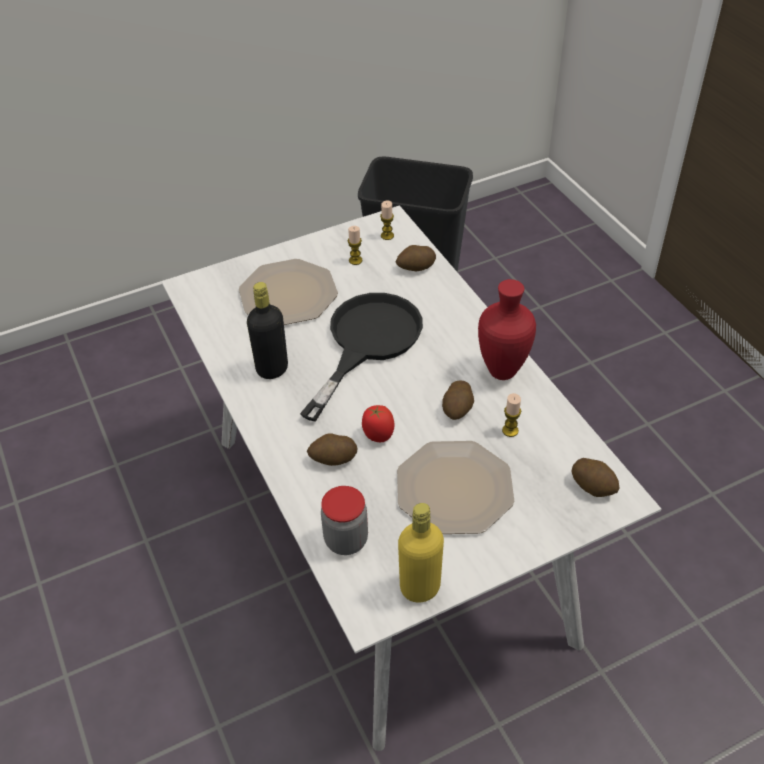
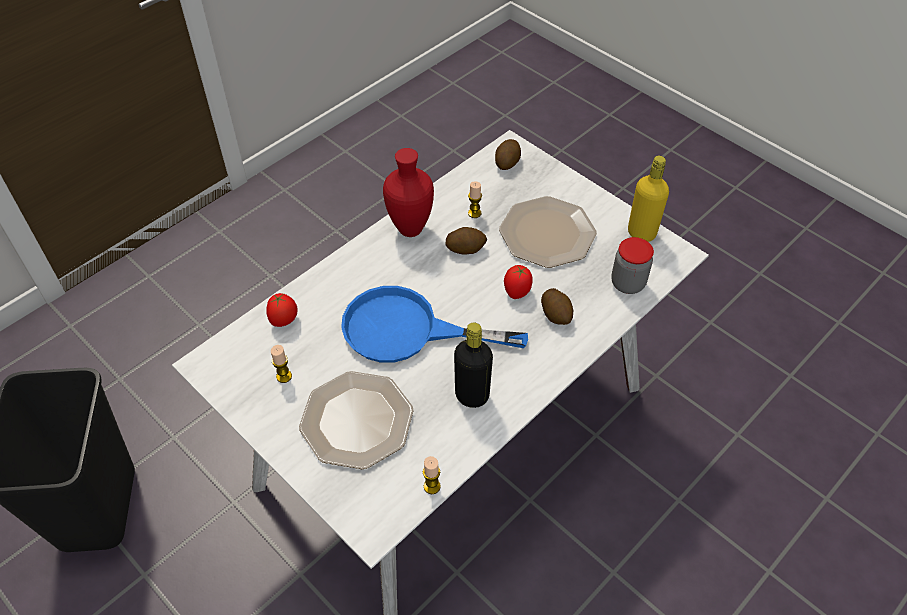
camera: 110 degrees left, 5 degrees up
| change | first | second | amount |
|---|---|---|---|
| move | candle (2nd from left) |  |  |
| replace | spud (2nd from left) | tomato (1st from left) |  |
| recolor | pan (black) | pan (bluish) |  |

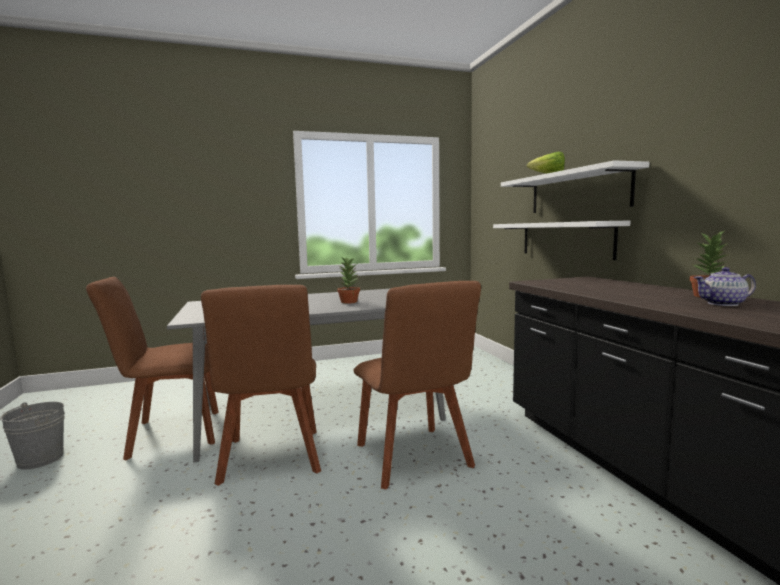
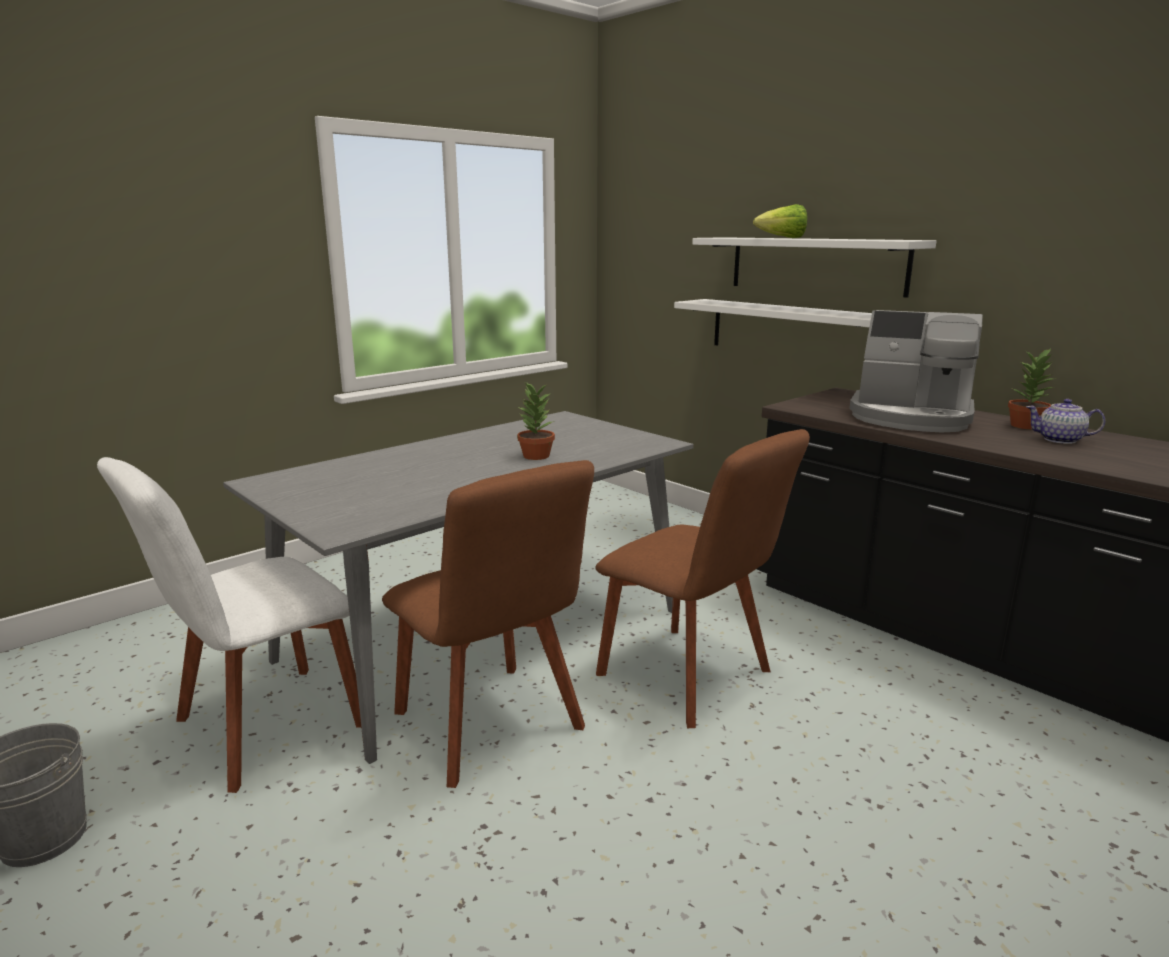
camera: 25 degrees left, 10 degrees up
| change | first | second | amount |
|---|---|---|---|
| rotate | teapot |  | 45 degrees clockwise |
| recolor | plain chair (brown) (1st from left) | plain chair (white-coloured) |  |
| insert |  | coffee maker |  |

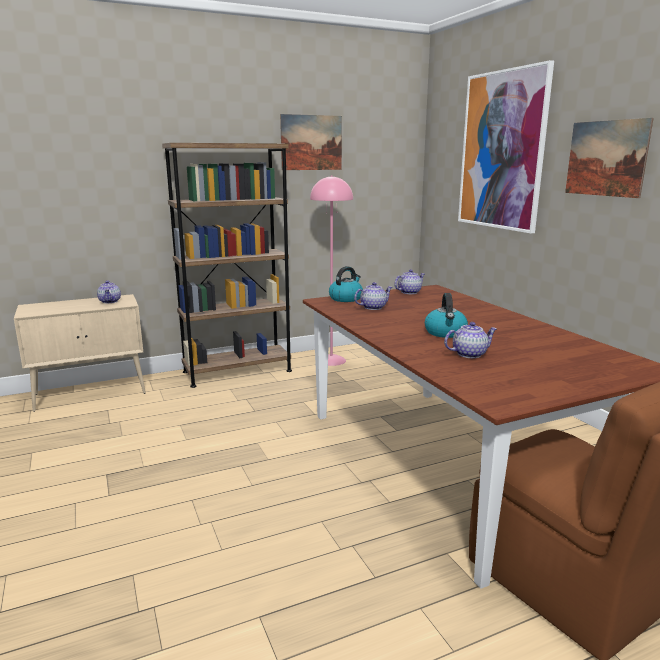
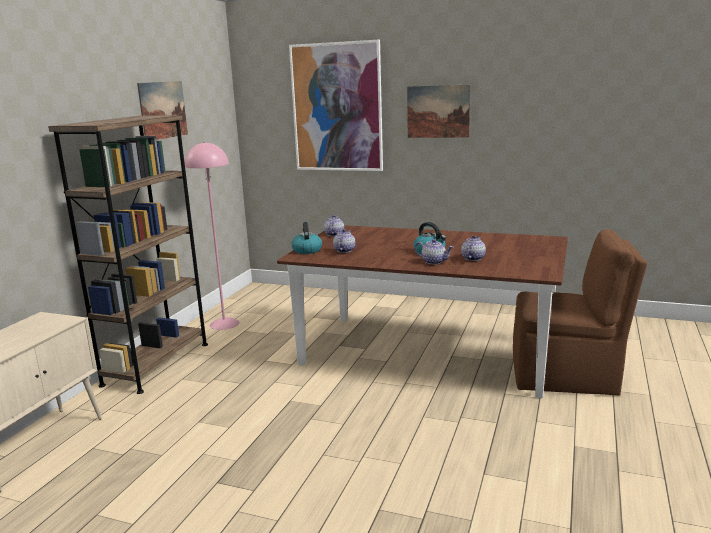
camera: 45 degrees left, 0 degrees up
| change | first | second | amount |
|---|---|---|---|
| move | teapot (1st from left in the first image) | teapot (3rd from left) |  |

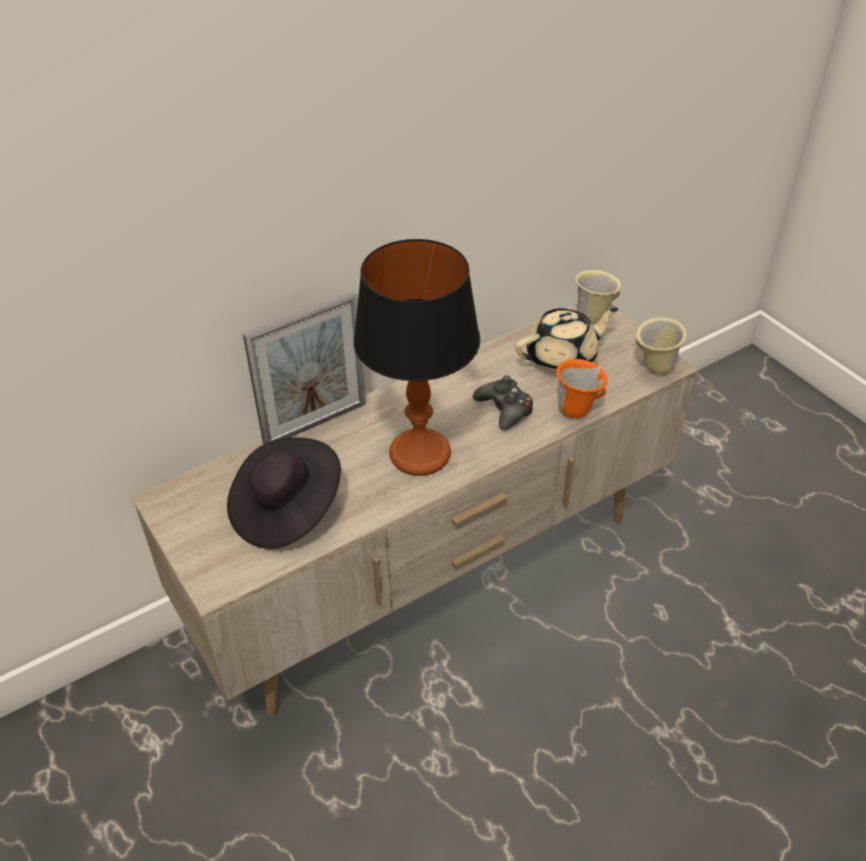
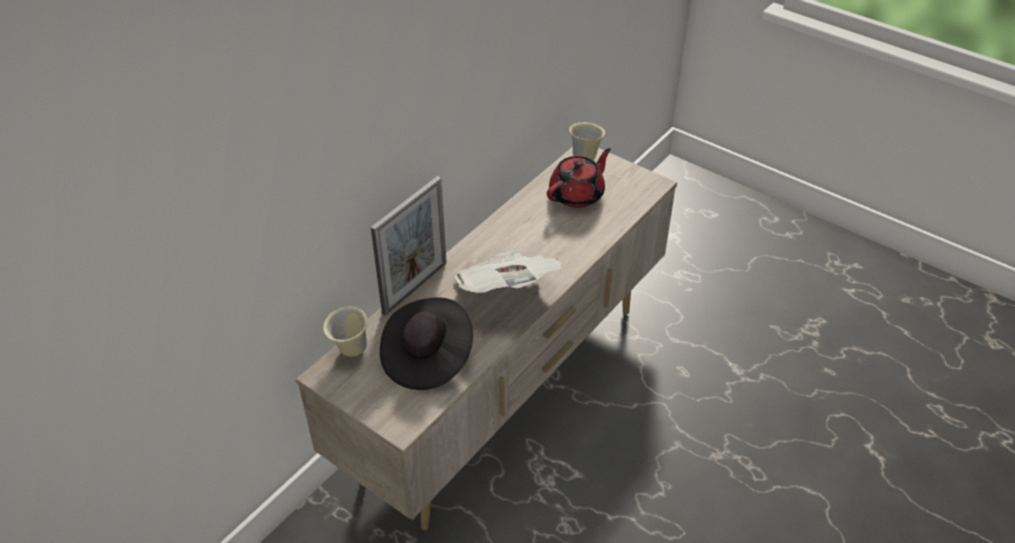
camera: 20 degrees left, 0 degrees up
| change | first | second | amount |
|---|---|---|---|
| replace | lamp for a table | daily paper |  |
| recolor | teapot (beige) | teapot (red-coloured) |  |
| move | coffee mug (beige) (2nd from left in the first image) | coffee mug (beige) (1st from left) |  |
| delete | coffee mug (orangey) |  |  |
| delete | gamepad (black) |  |  |

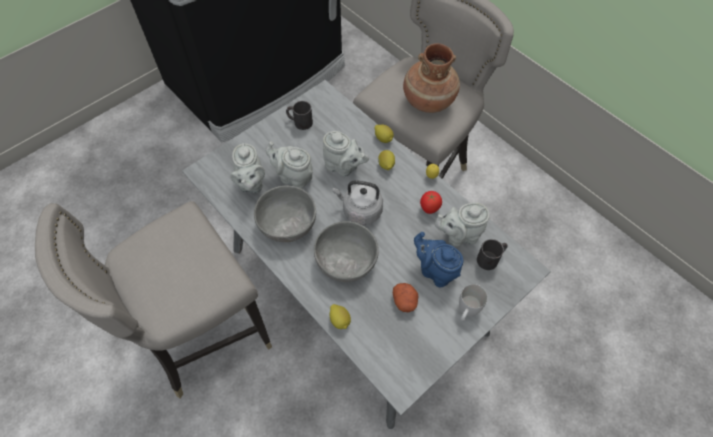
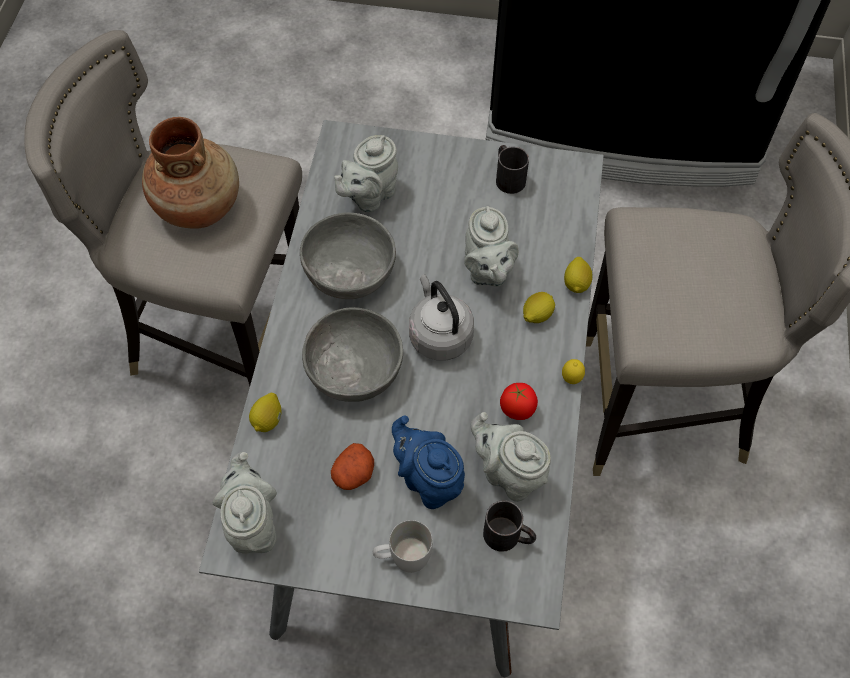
camera: 50 degrees right, 0 degrees up
| change | first | second | amount |
|---|---|---|---|
| move | vase (brown) |  |  |
| move | teapot (gray) (2nd from left in the first image) | teapot (gray) (1st from left) |  |
| rotate | teapot (bluish) |  | 45 degrees counterclockwise |

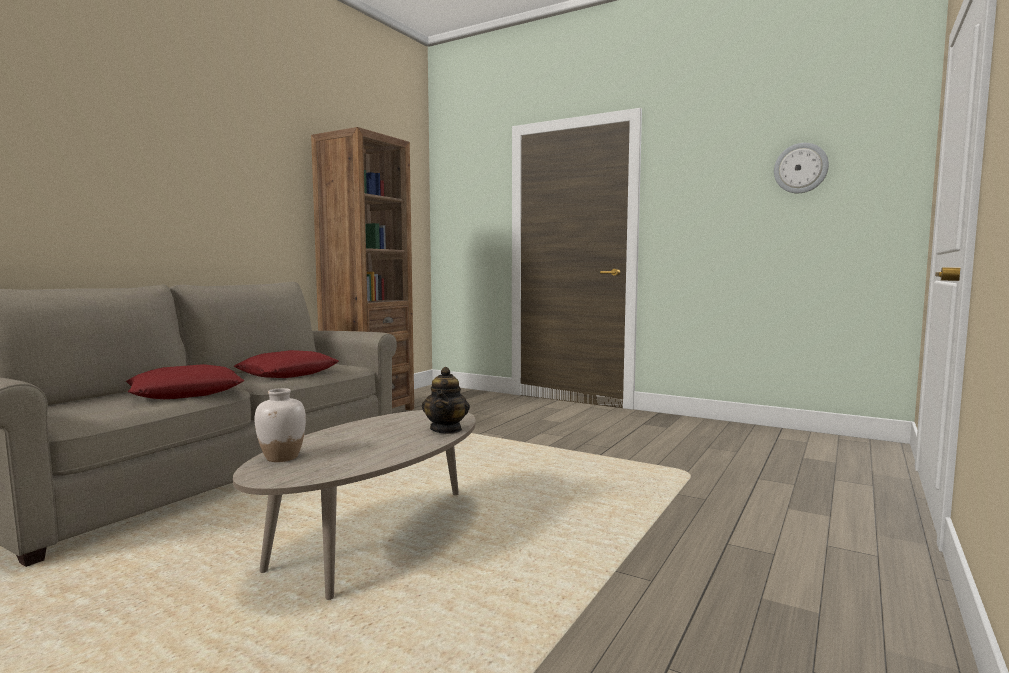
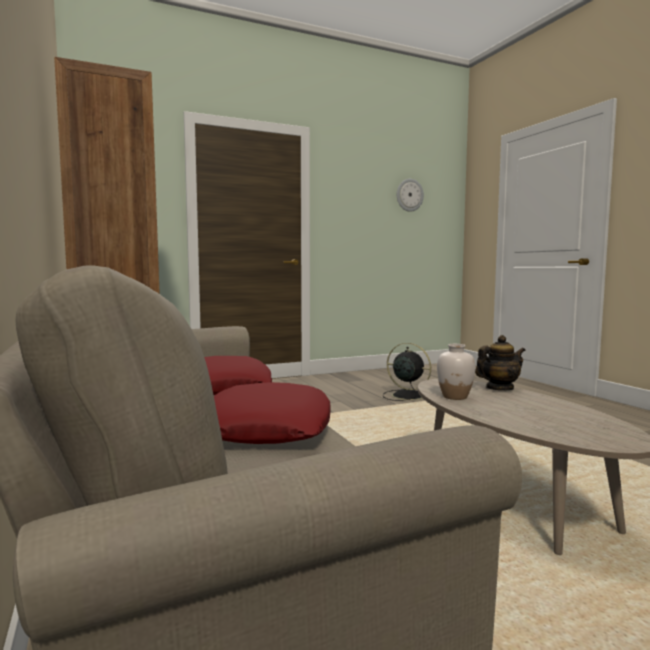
camera: 55 degrees left, 0 degrees up
| change | first | second | amount |
|---|---|---|---|
| rotate | teapot |  | 60 degrees counterclockwise |
| move | vase (white-coloured) |  |  |
| insert |  | electric fan (black) |  |

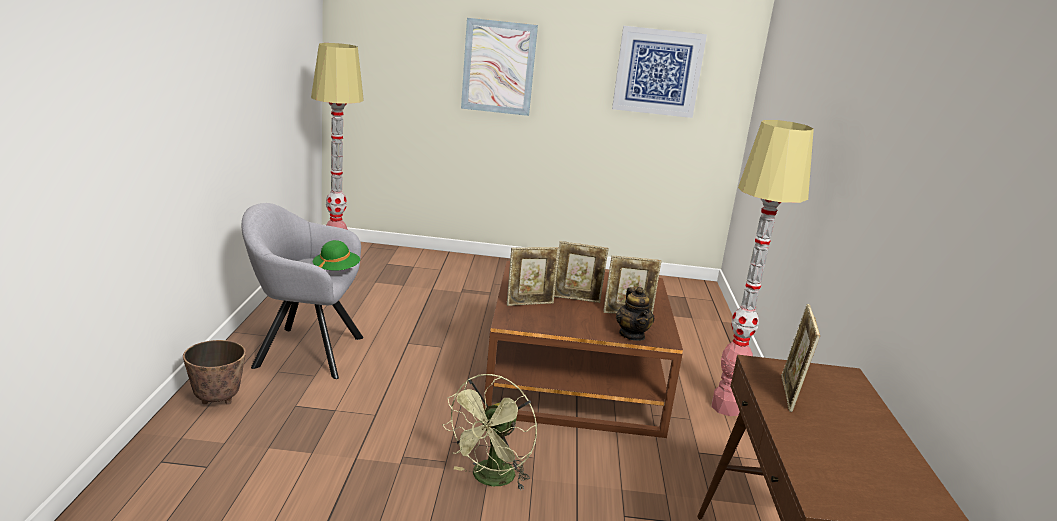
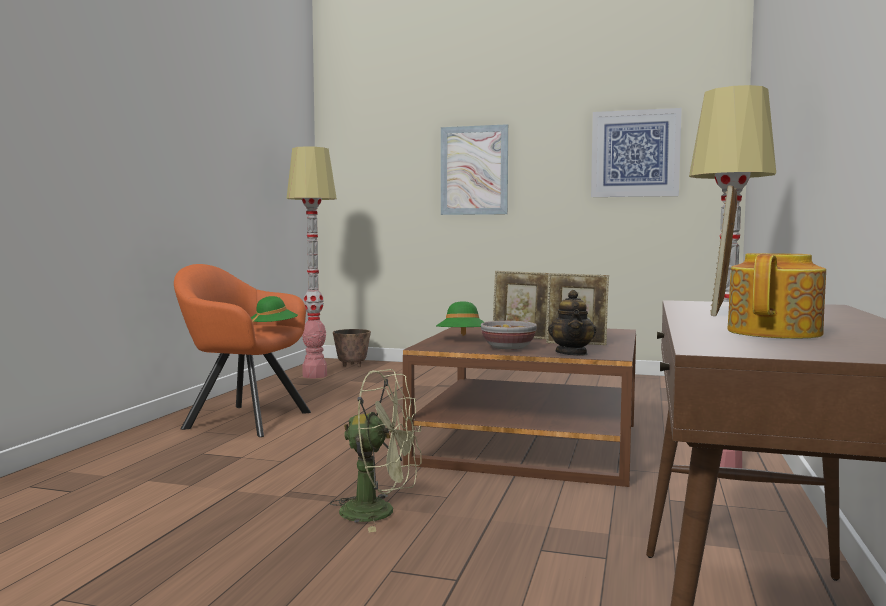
camera: 15 degrees right, 15 degrees down
| change | first | second | amount |
|---|---|---|---|
| recolor | lounge chair (gray) | lounge chair (orangey) |  |
| replace | picture frame (1st from left) | wearable hat (green-coloured) (2nd from left) |  |
| move | flower pot |  |  |
| rotate | electric fan (green-coloured) |  | 120 degrees counterclockwise |
| insert |  | teapot (2nd from left) |  |
| insert |  | serving bowl |  |

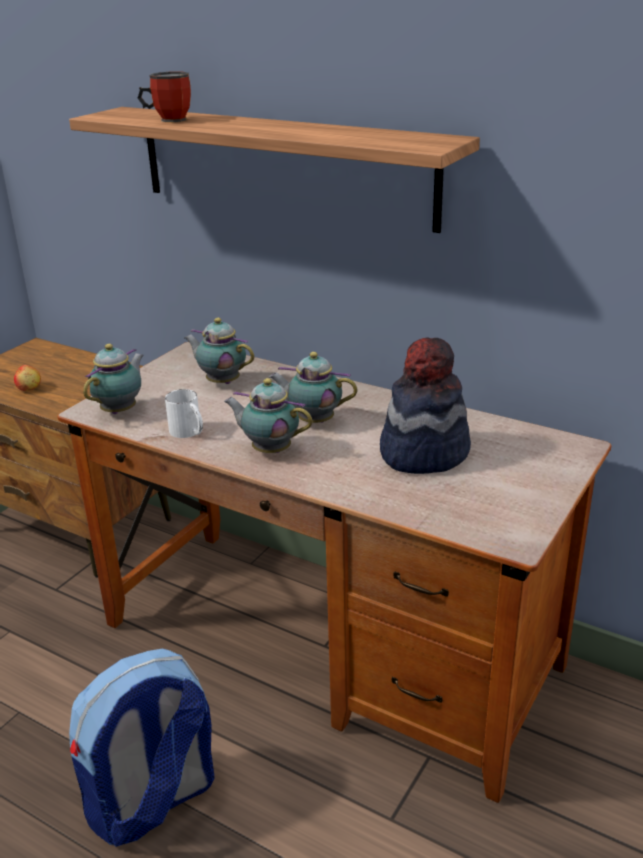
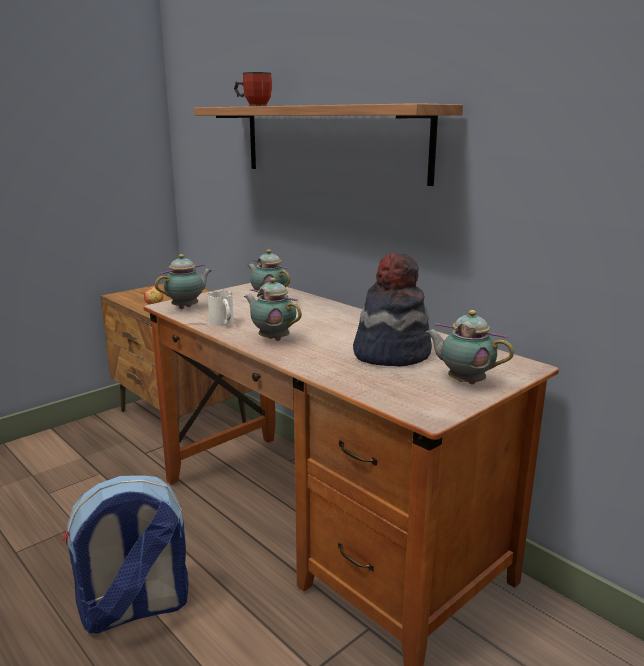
camera: 15 degrees right, 10 degrees down
| change | first | second | amount |
|---|---|---|---|
| move | teapot (4th from left) |  |  |

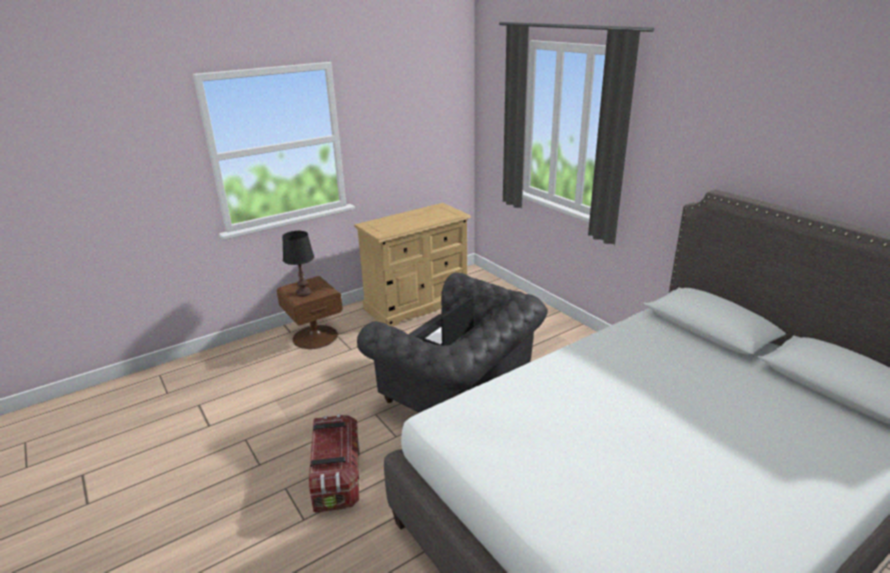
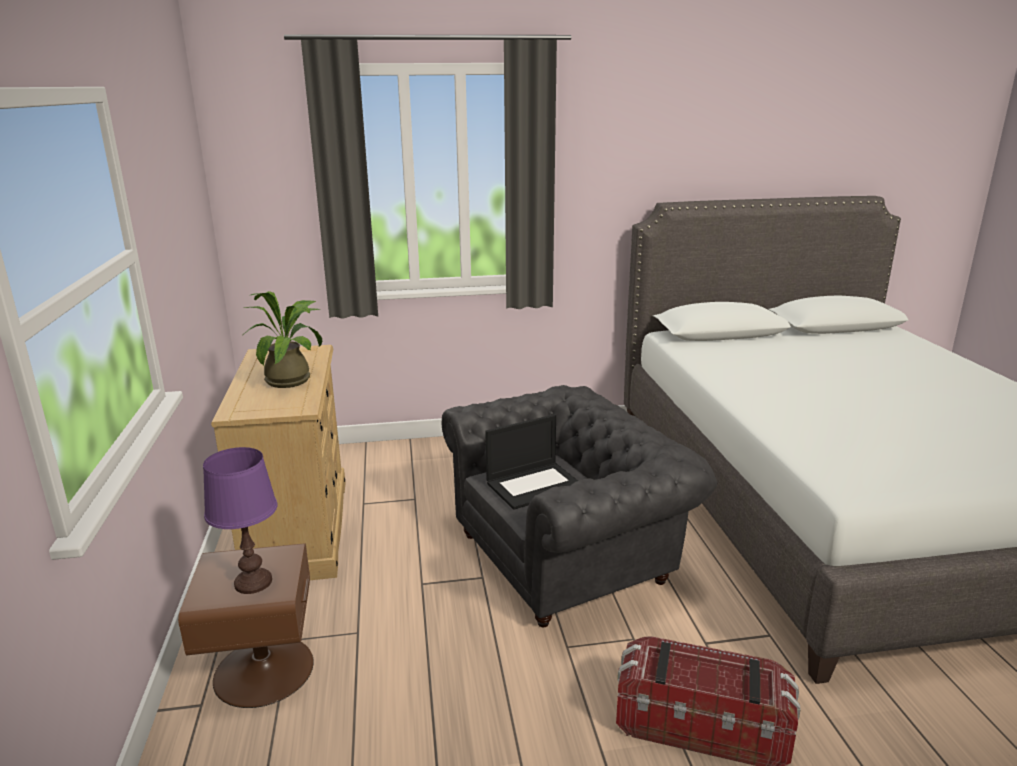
camera: 65 degrees left, 5 degrees down
| change | first | second | amount |
|---|---|---|---|
| recolor | lamp for a table (black) | lamp for a table (purple) |  |
| rotate | notebook computer |  | 90 degrees counterclockwise |
| insert |  | plant in a pot |  |

